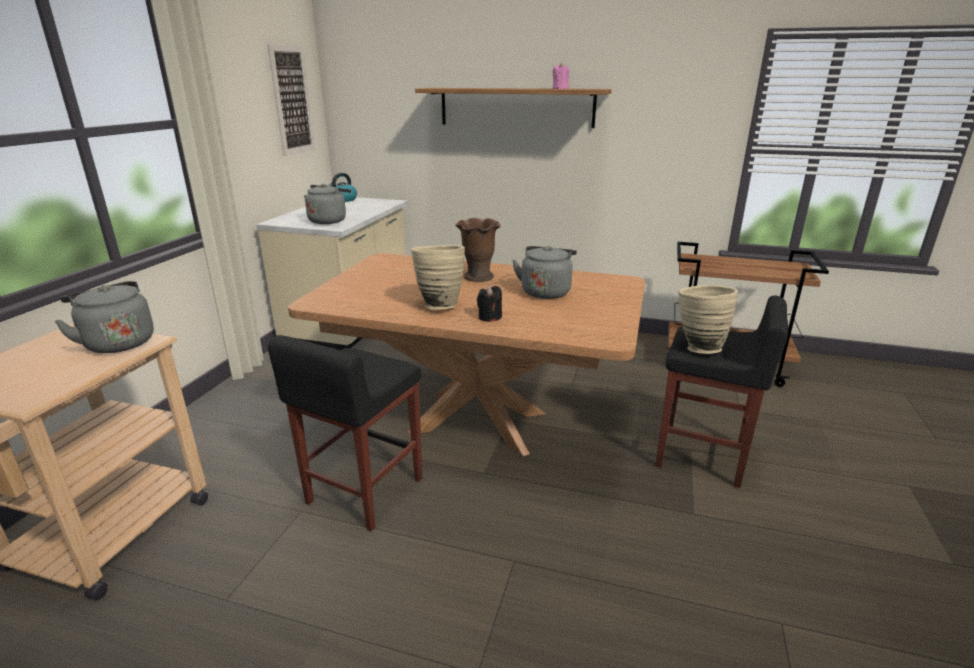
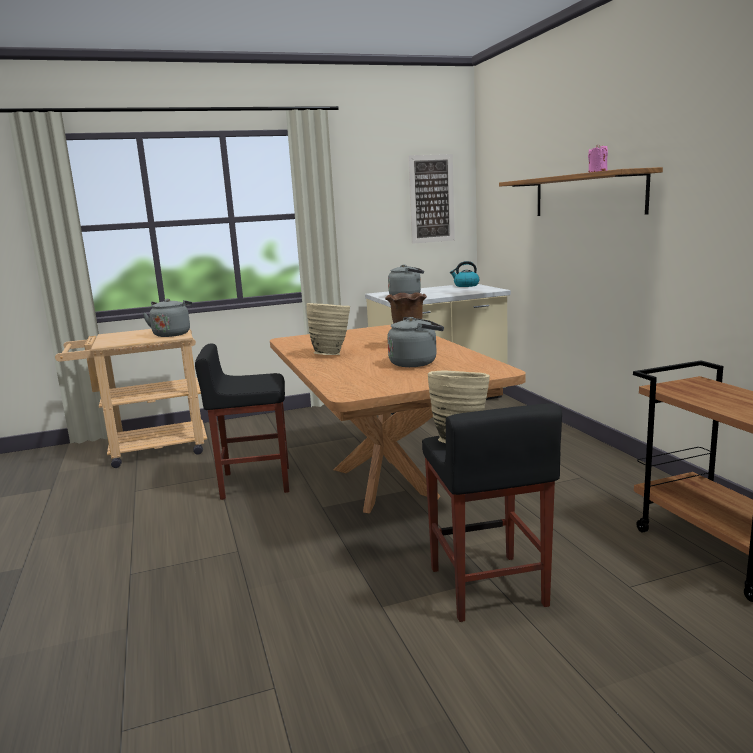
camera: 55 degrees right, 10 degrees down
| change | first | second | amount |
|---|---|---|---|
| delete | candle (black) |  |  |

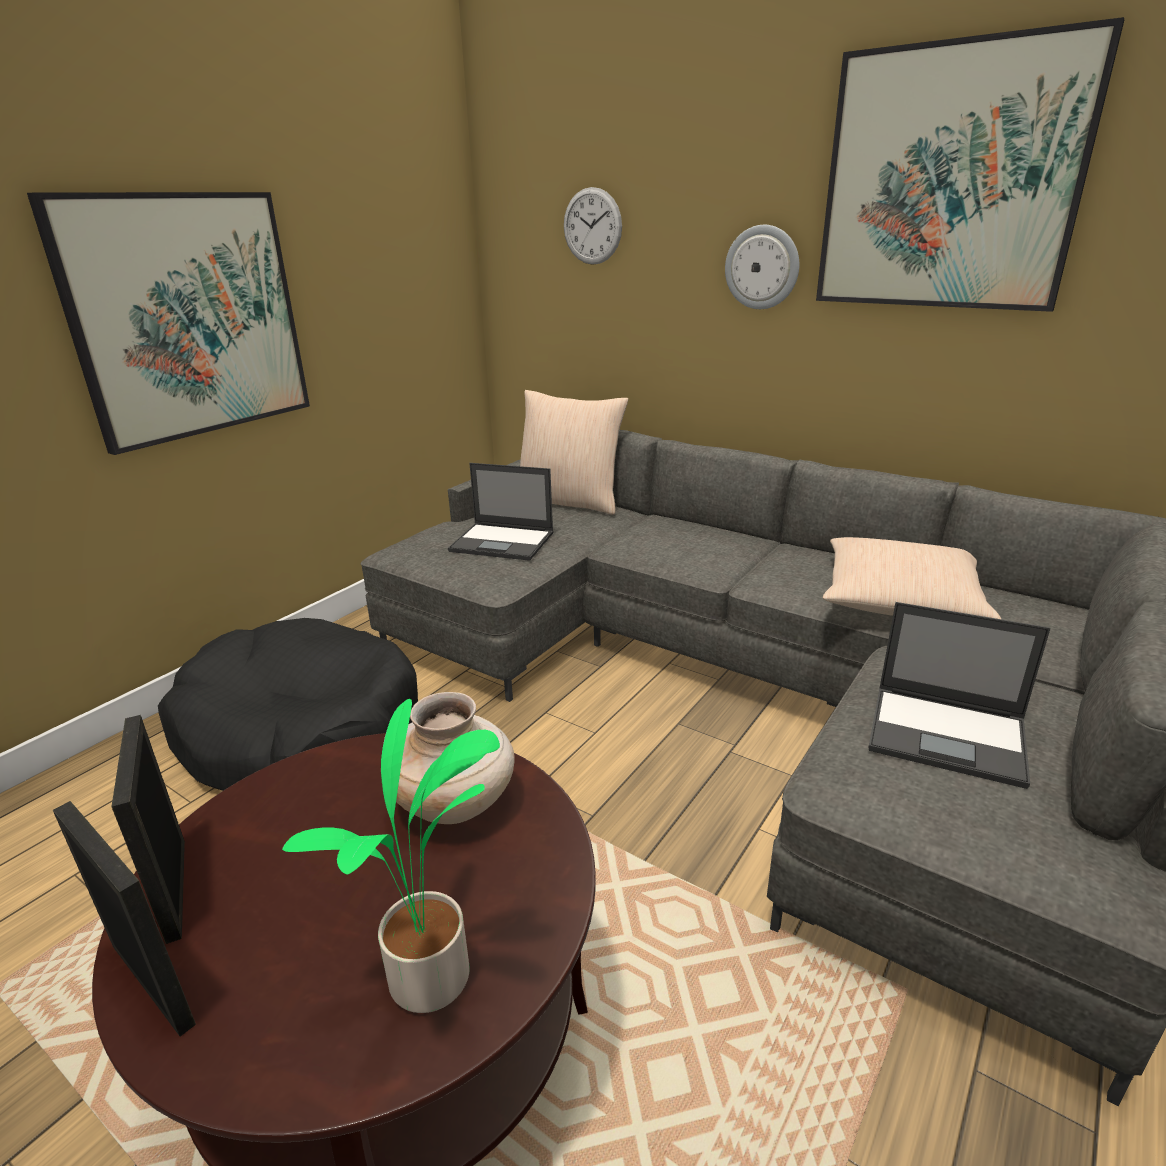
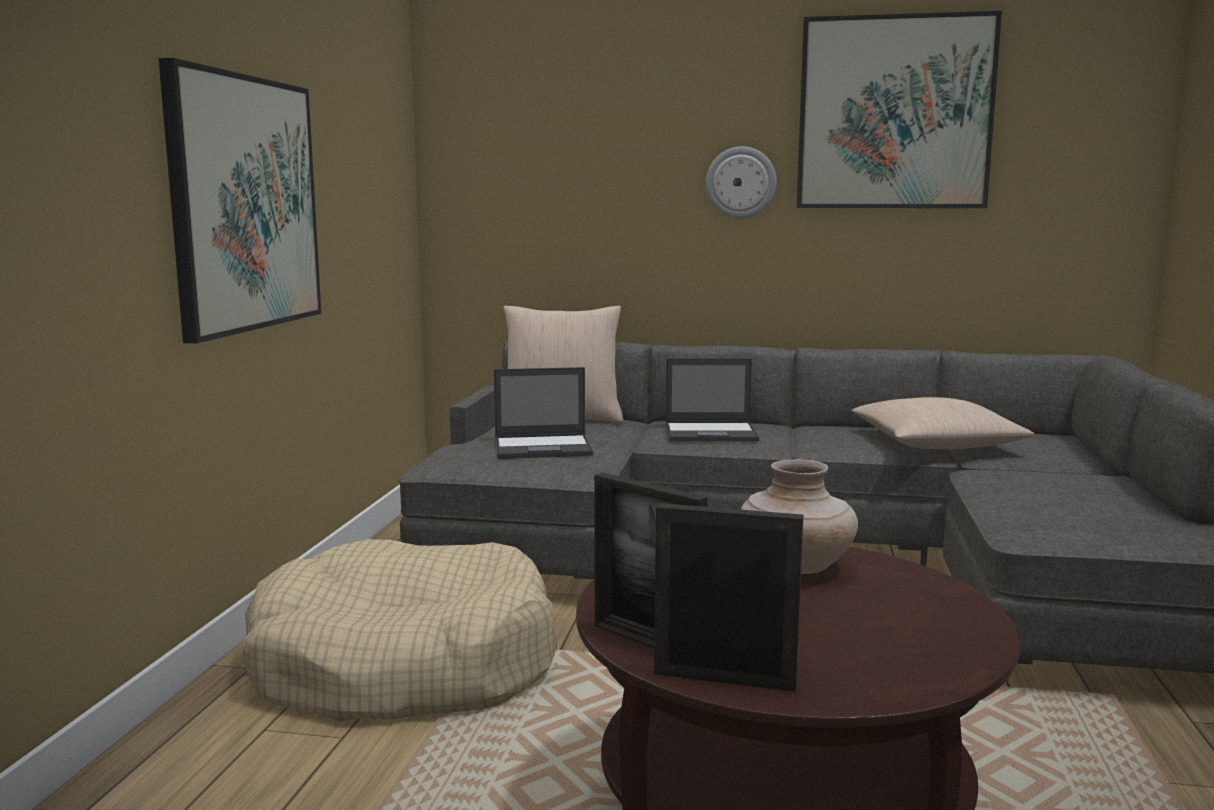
camera: 25 degrees left, 15 degrees down
| change | first | second | amount |
|---|---|---|---|
| delete | wall clock (1st from left) |  |  |
| move | notebook computer (2nd from left) |  |  |
| recolor | dog bed (black) | dog bed (beige) |  |
| delete | plant in a pot |  |  |

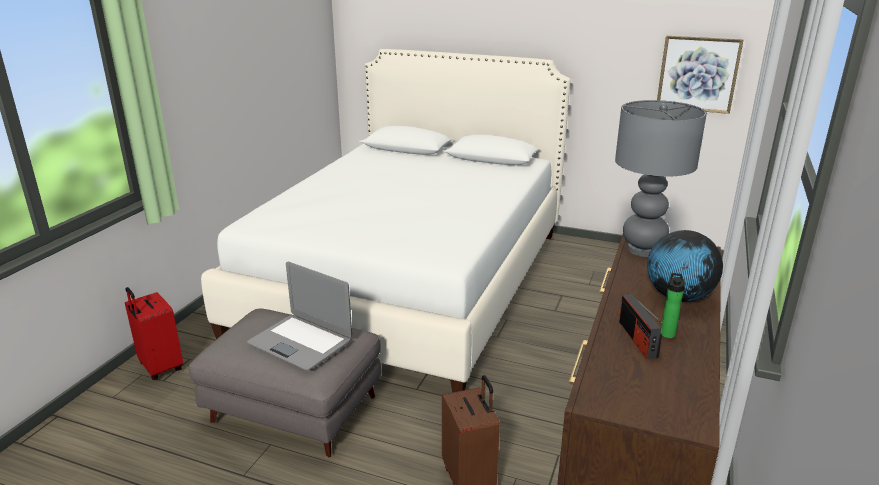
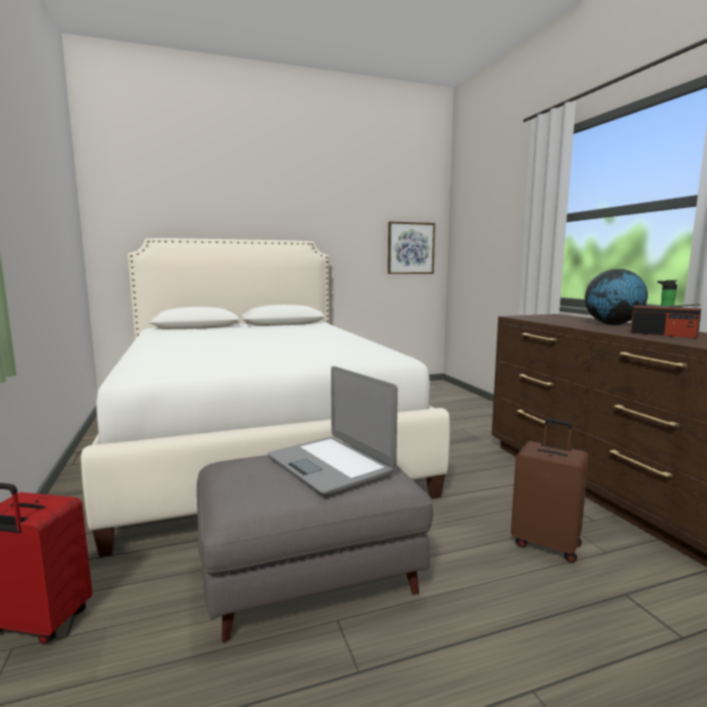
camera: 40 degrees left, 15 degrees down
| change | first | second | amount |
|---|---|---|---|
| delete | lamp for a table (gray) |  |  |
| rotate | notebook computer |  | 60 degrees clockwise |

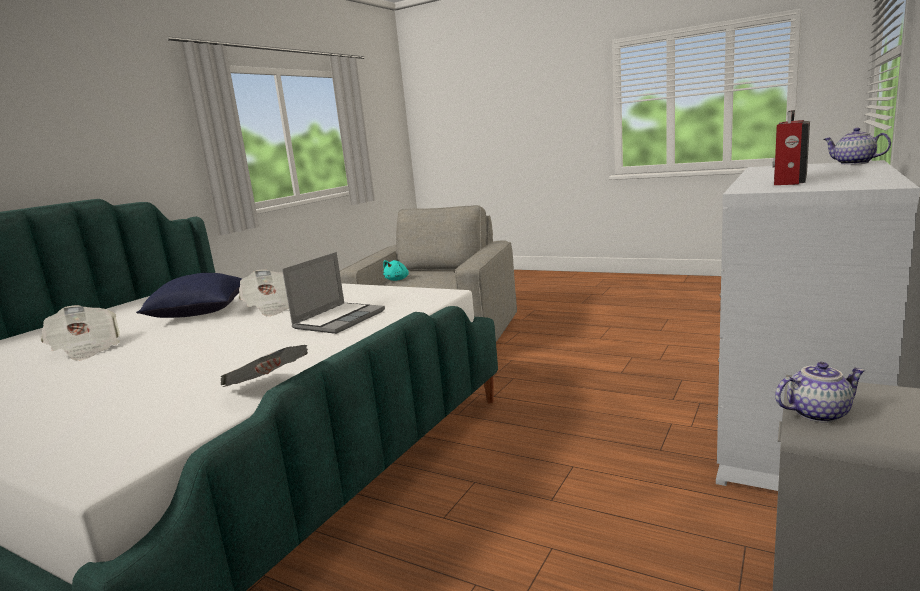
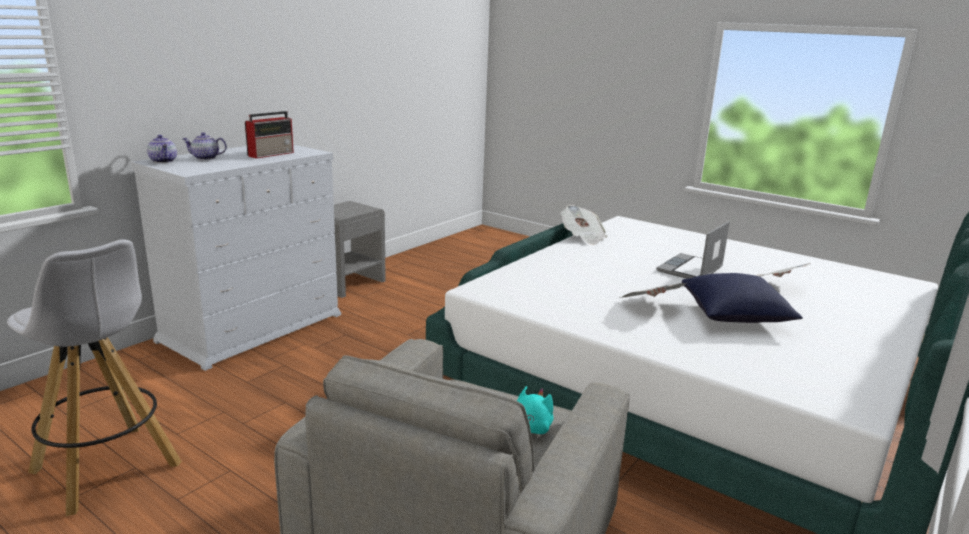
camera: 175 degrees left, 5 degrees up
| change | first | second | amount |
|---|---|---|---|
| move | notebook computer |  |  |
| move | teapot (1st from left in the first image) | teapot (2nd from left) |  |
| insert |  | stool seat (white-coloured) |  |

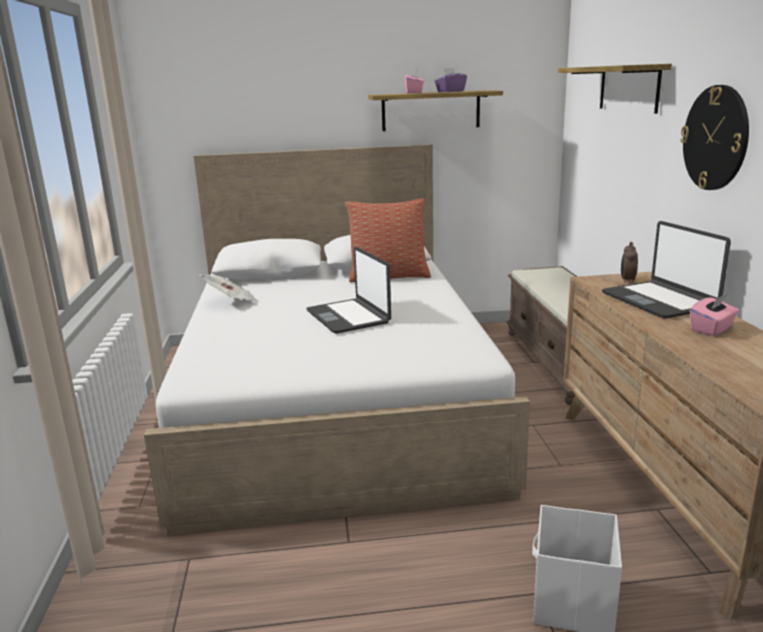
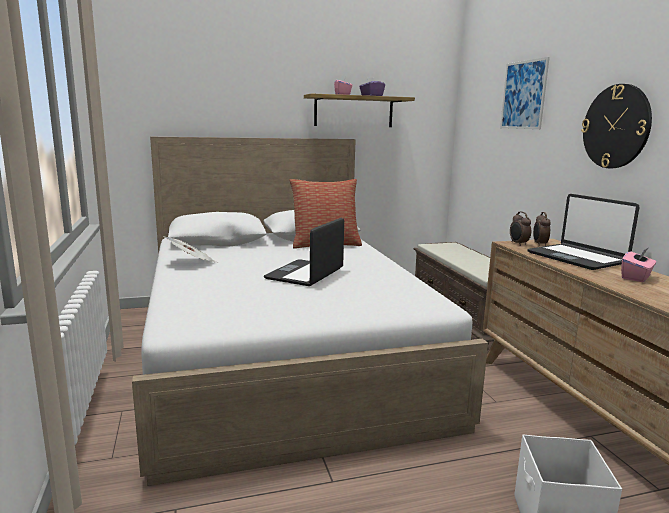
camera: 10 degrees left, 5 degrees down
| change | first | second | amount |
|---|---|---|---|
| replace | shelf (2nd from left) | picture |  |
| rotate | notebook computer (1st from left) |  | 60 degrees clockwise |
| insert |  | alarm clock (1st from left) |  |

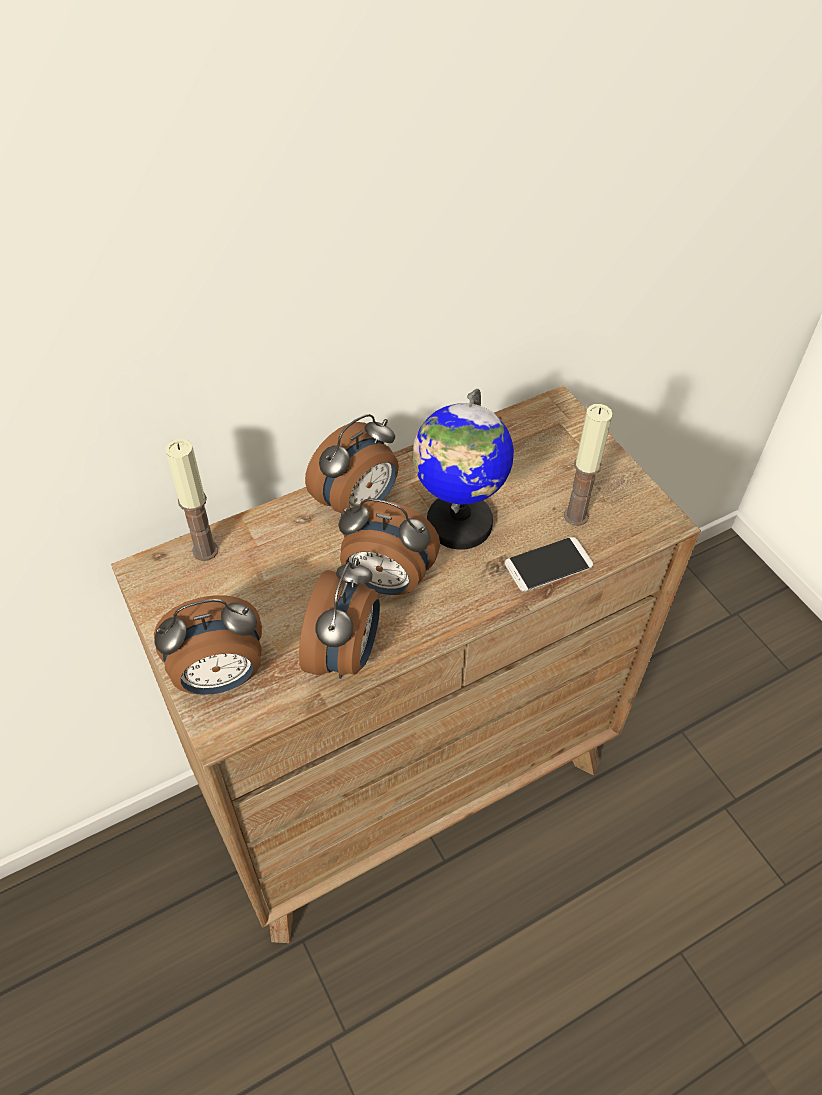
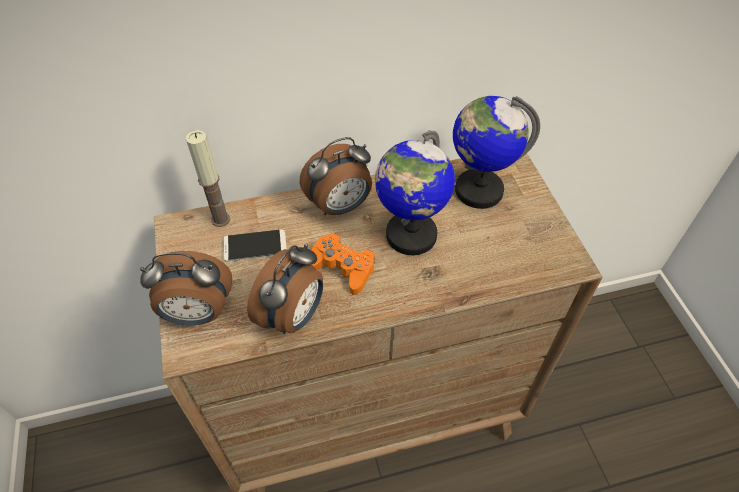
camera: 15 degrees right, 0 degrees up
| change | first | second | amount |
|---|---|---|---|
| delete | candle (2nd from left) |  |  |
| replace | alarm clock (4th from left) | gamepad (orangey) |  |
| move | telephone |  |  |
| insert |  | world globe (2nd from left) |  |

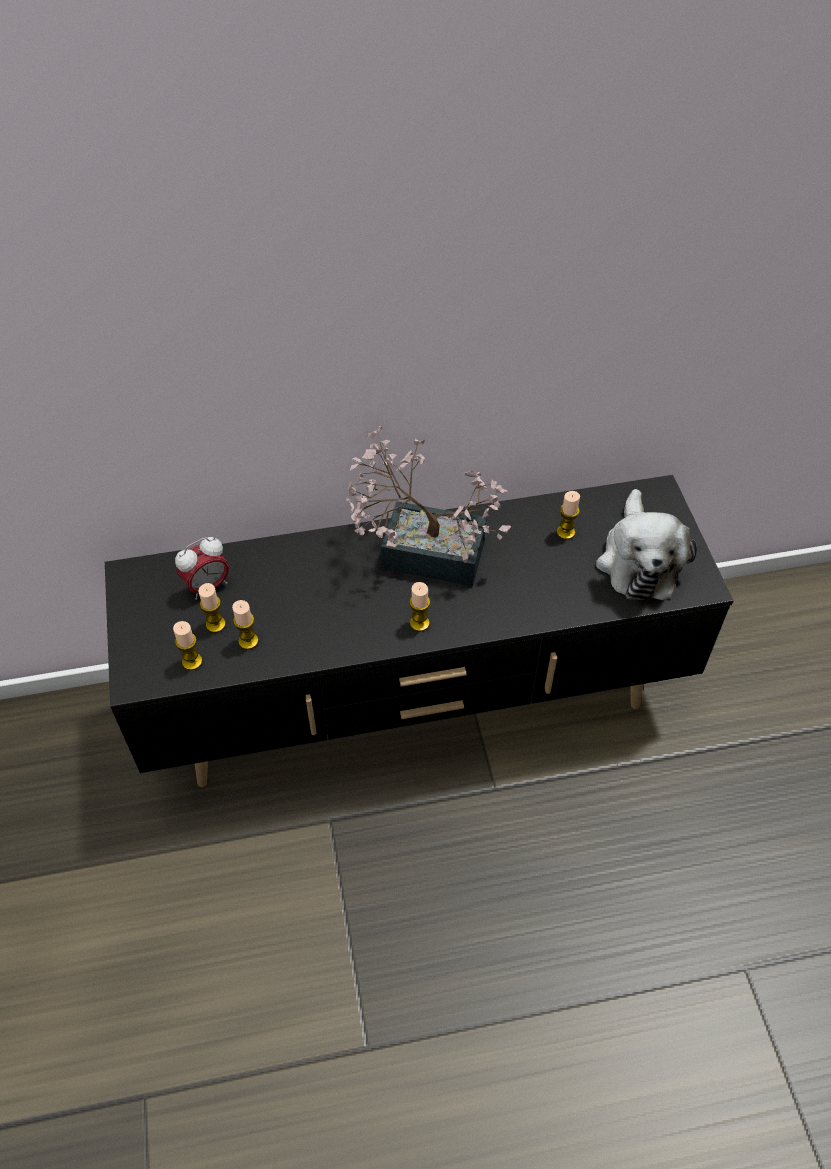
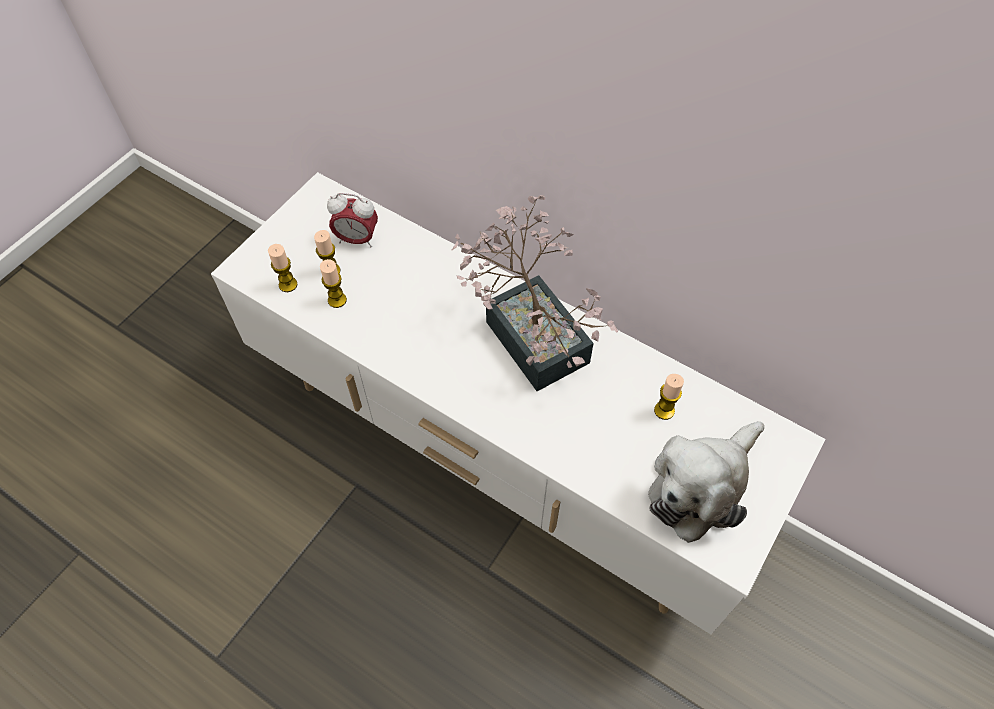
camera: 45 degrees right, 5 degrees up
| change | first | second | amount |
|---|---|---|---|
| recolor | media console (black) | media console (white-coloured) |  |
| delete | candle (4th from left) |  |  |

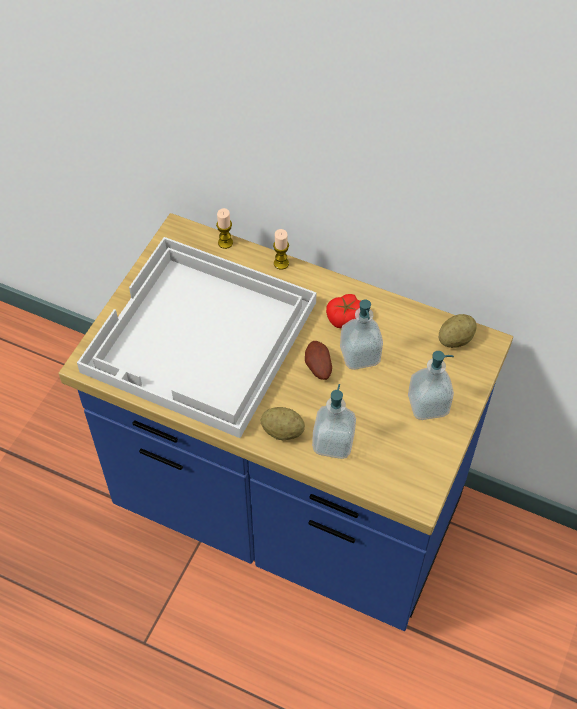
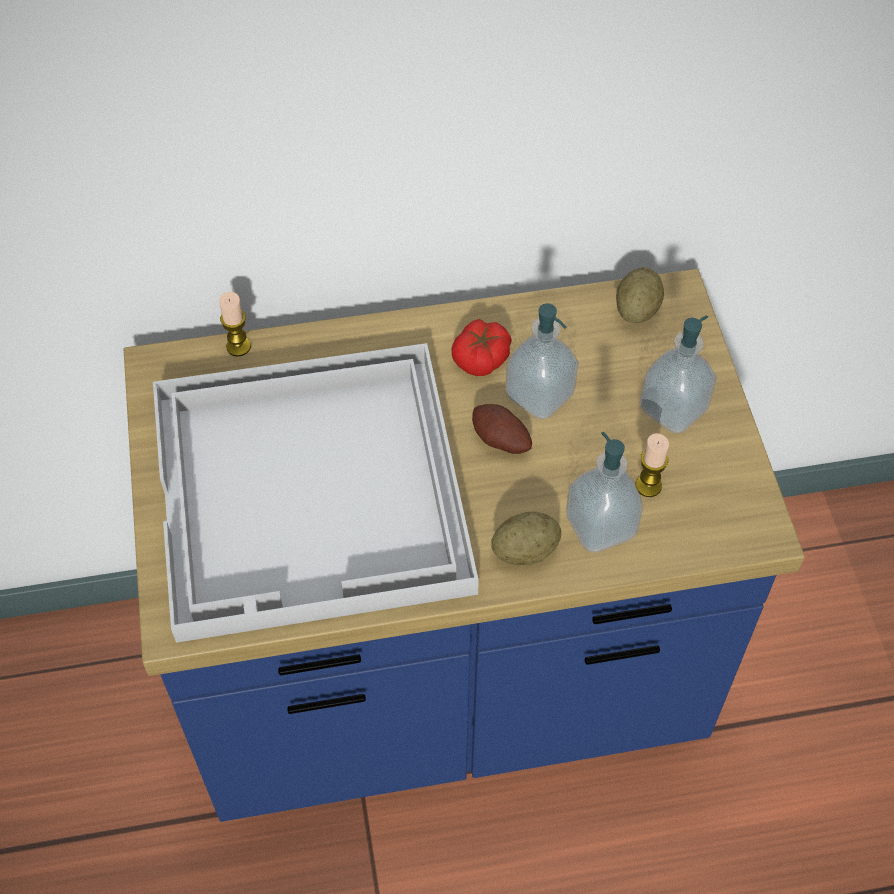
camera: 35 degrees left, 0 degrees up
| change | first | second | amount |
|---|---|---|---|
| move | candle (2nd from left) |  |  |

